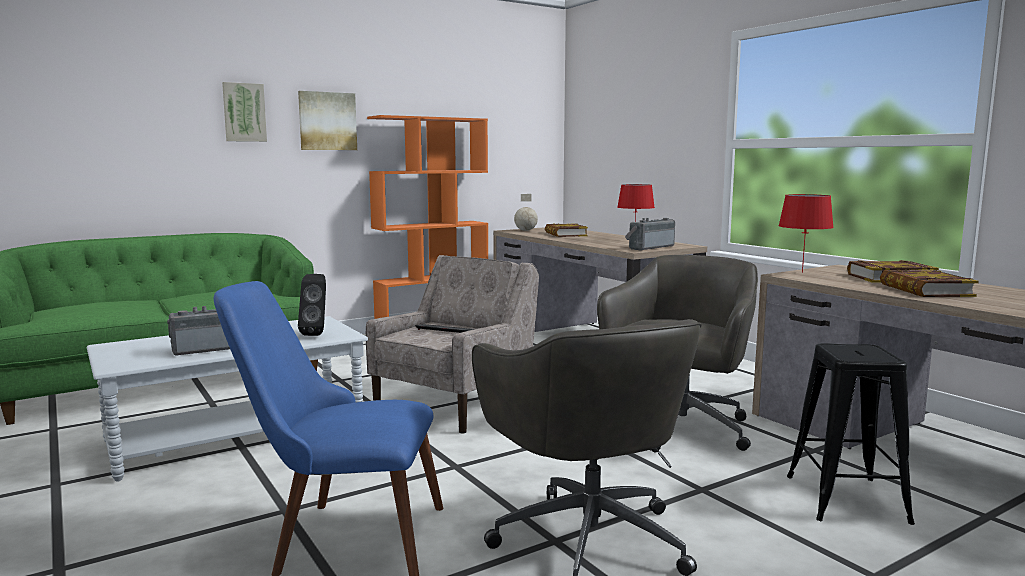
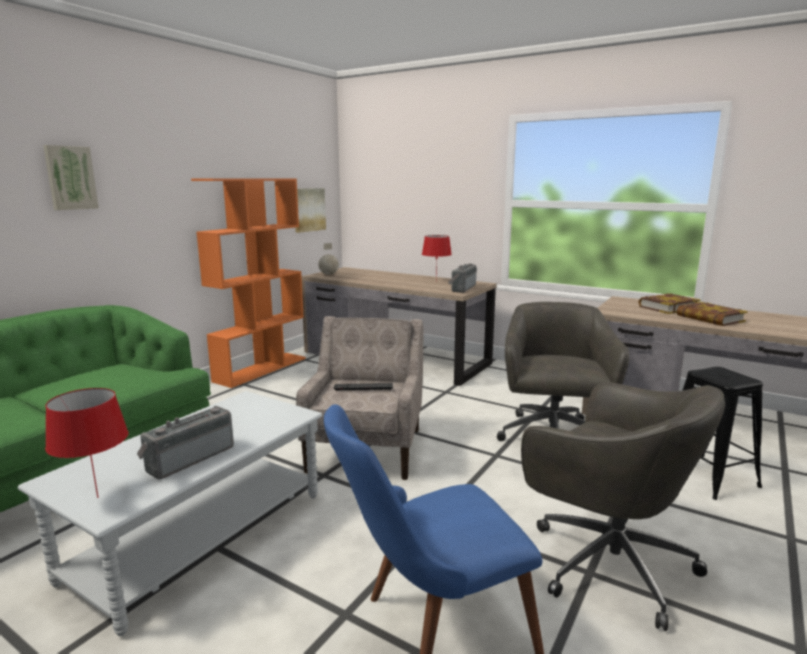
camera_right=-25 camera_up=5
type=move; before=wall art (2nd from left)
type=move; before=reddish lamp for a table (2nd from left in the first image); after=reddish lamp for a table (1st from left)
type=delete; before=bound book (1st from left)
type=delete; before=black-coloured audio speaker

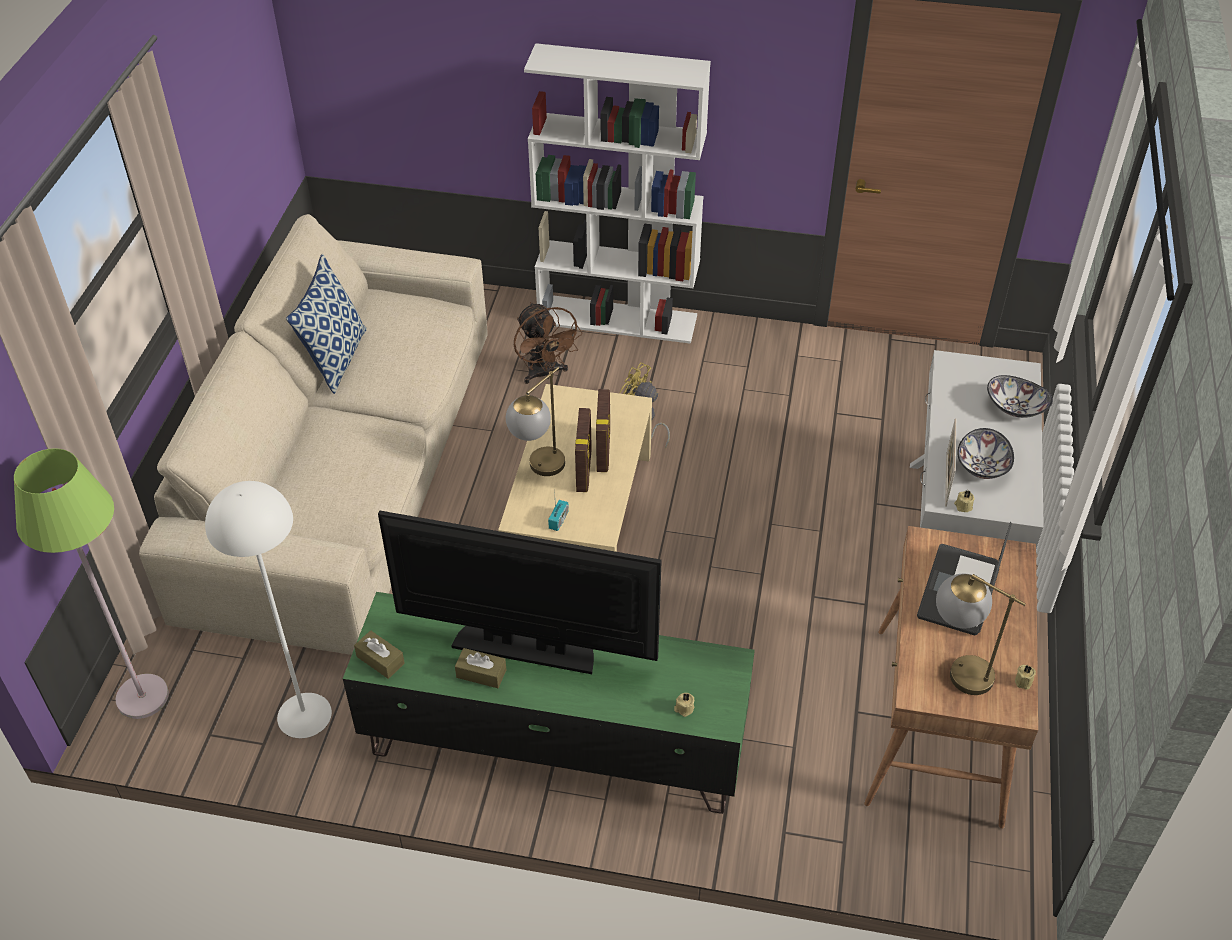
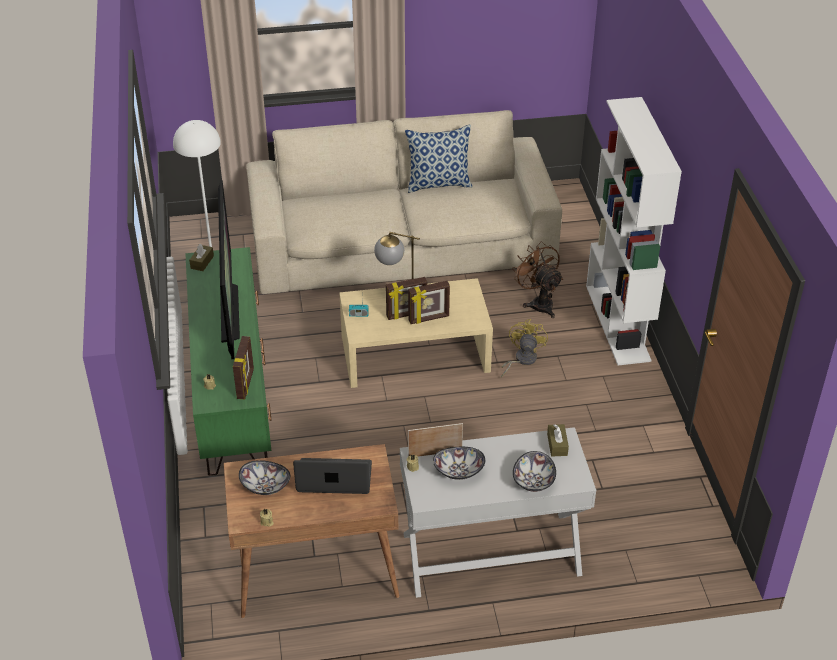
camera_right=70 camera_up=-5
type=rotate; before=brown fan; turn=105
type=delete; before=greenish standing lamp
type=replace; before=lamp for a table (2nd from left); after=bowl (1st from left)
type=move; before=brown box of tissues (2nd from left)
type=insert; after=standing frame (1st from left)

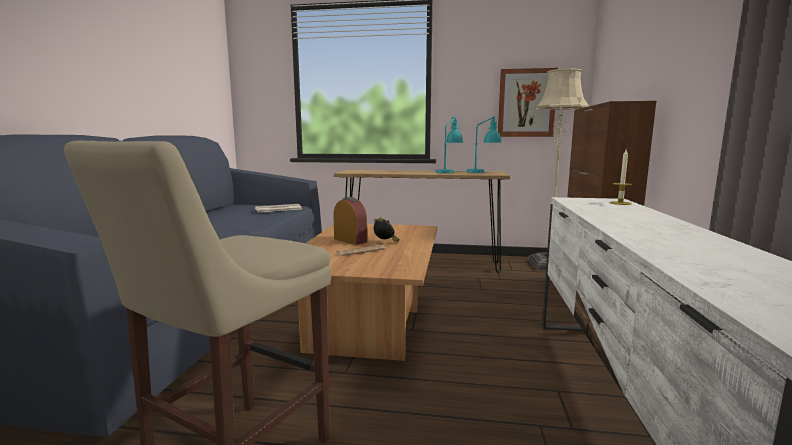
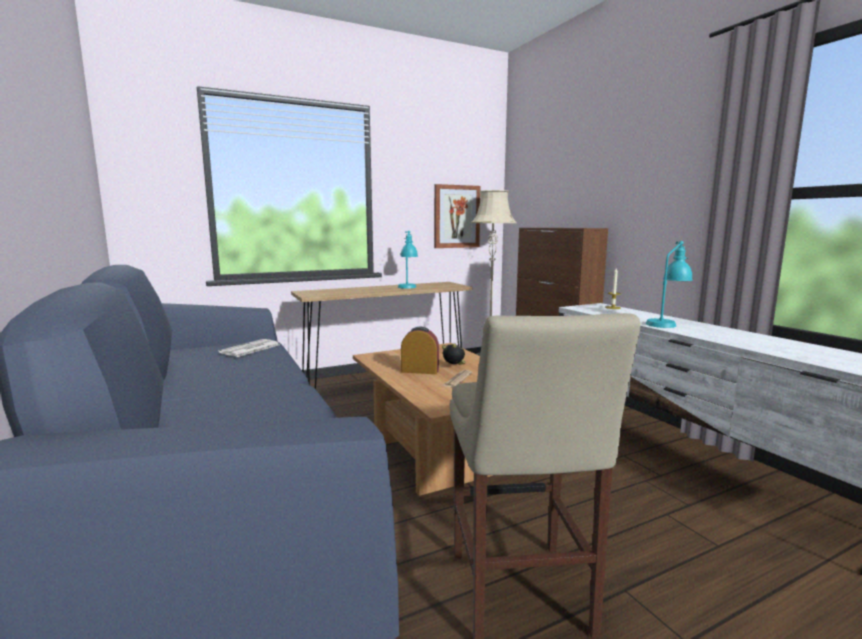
camera_right=-35 camera_up=0
type=move; before=turquoise lamp for a table (2nd from left)

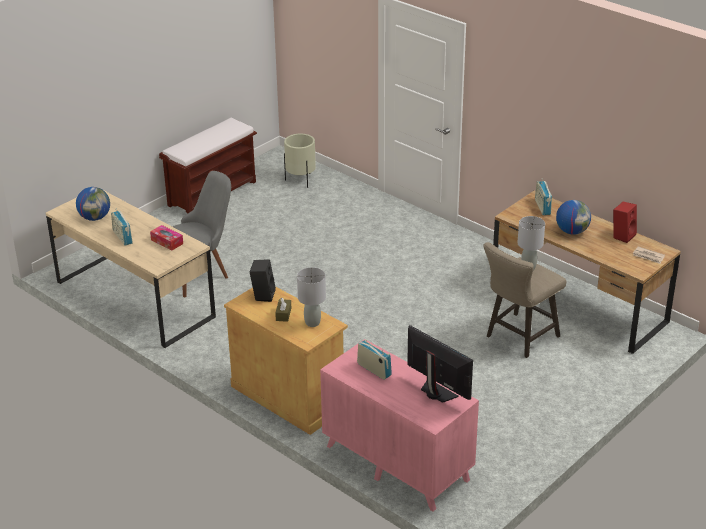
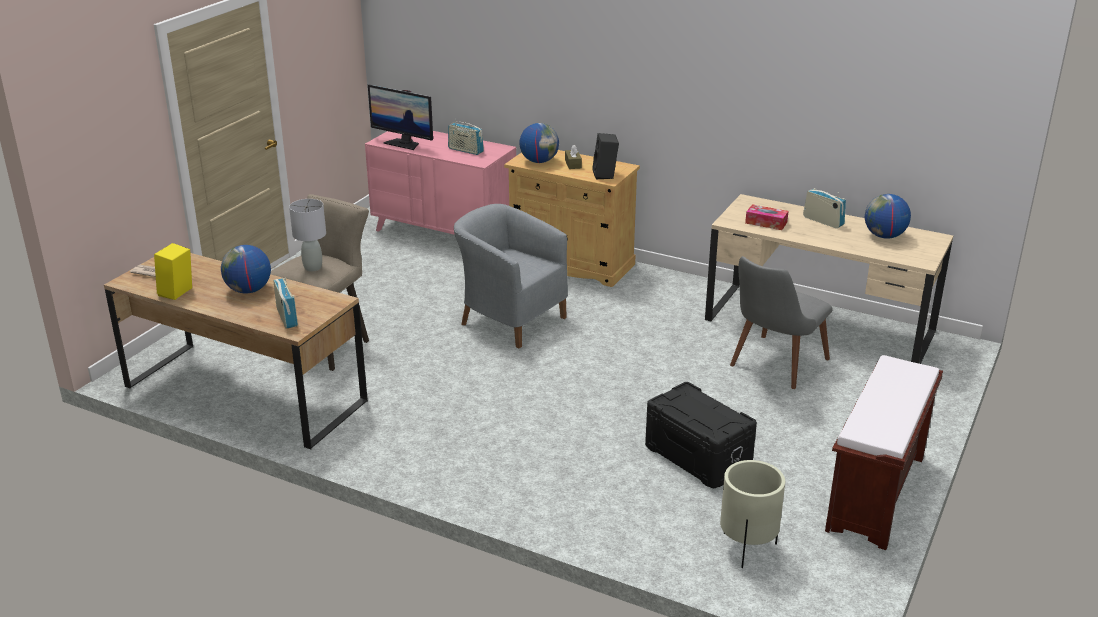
camera_right=165 camera_up=-5
type=recolor; before=reddish audio speaker; after=yellow audio speaker
type=replace; before=grey lamp for a table (1st from left); after=desk globe (2nd from left)
type=insert; after=grey lounge chair
type=insert; after=black-coloured storage container

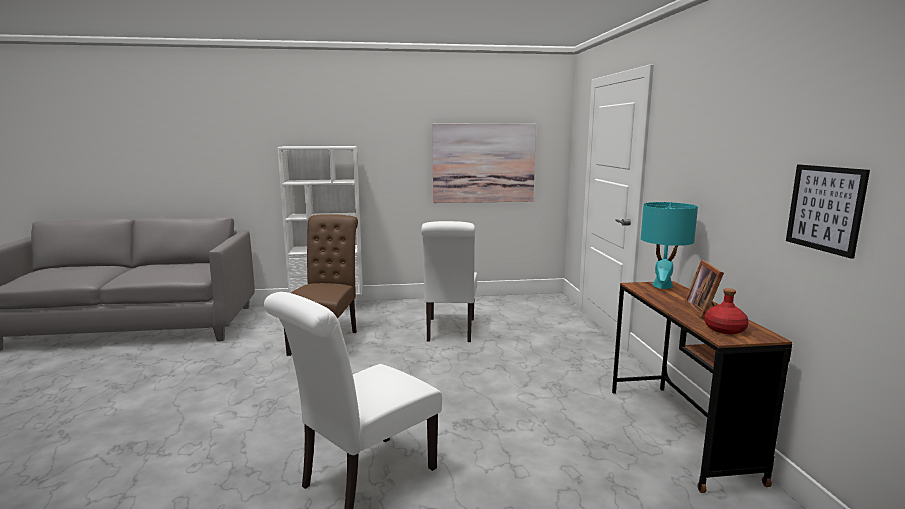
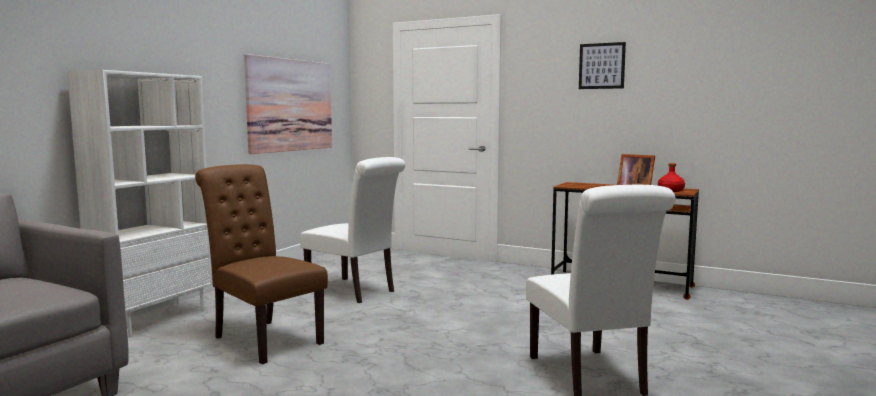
camera_right=-55 camera_up=-5
type=move; before=wall art (2nd from left)
type=delete; before=turquoise lamp for a table

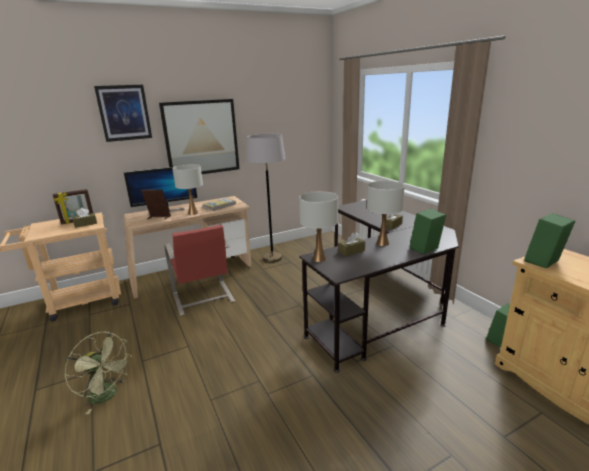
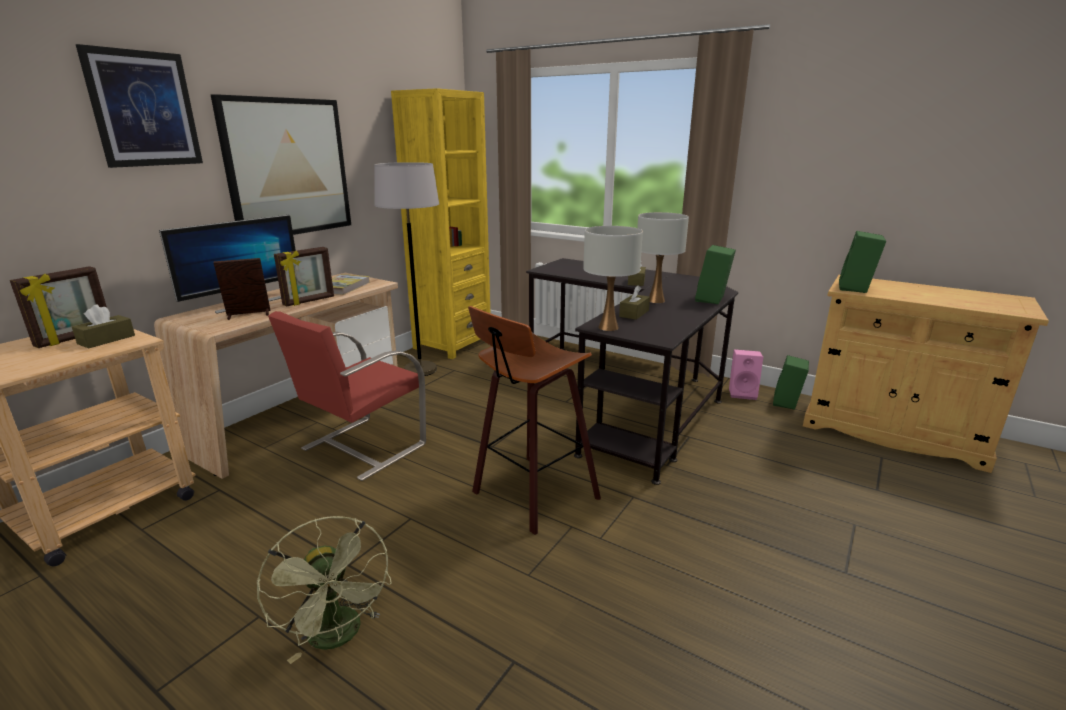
camera_right=-30 camera_up=0
type=replace; before=white-coloured lamp for a table (1st from left); after=standing frame (3rd from left)
type=rotate; before=reddish plain chair; turn=90
type=rotate; before=greenish fan; turn=60
type=insert; after=yellow shelving unit
type=insert; after=stool
type=insert; after=pink-coloured audio speaker

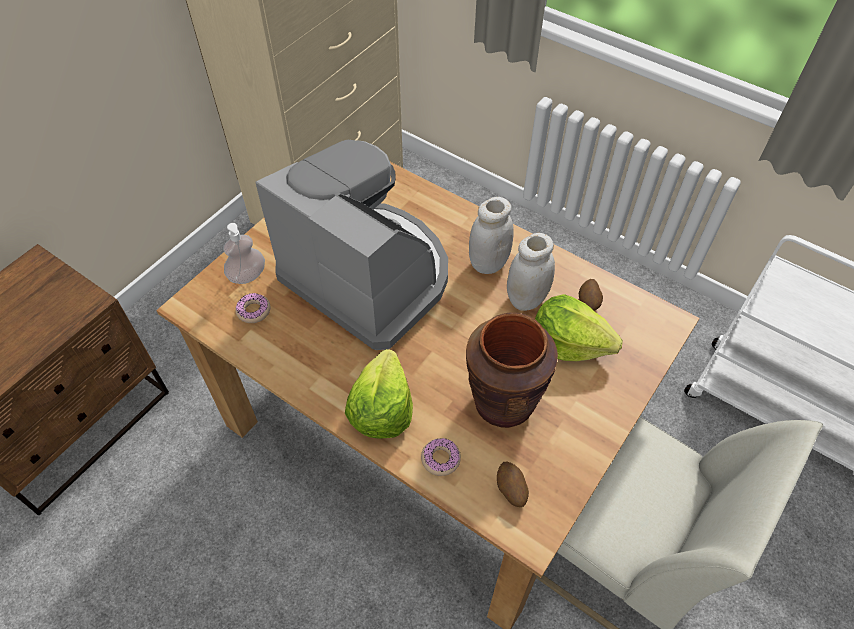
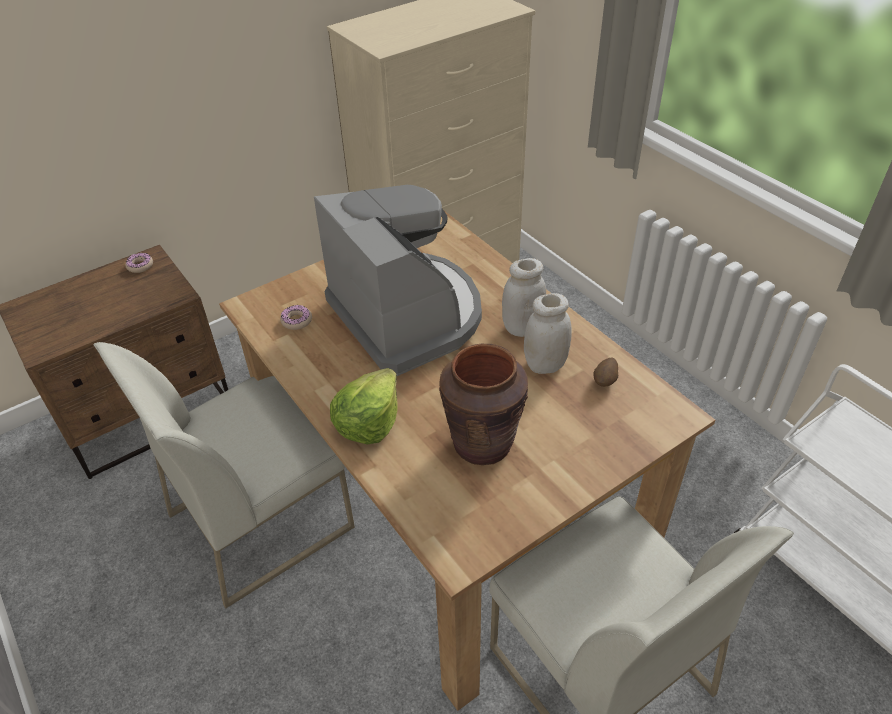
camera_right=20 camera_up=-10
type=delete; before=soap dispenser
type=delete; before=head of lettuce (2nd from left)
type=move; before=ring doughnut (2nd from left in the first image); after=ring doughnut (1st from left)
type=delete; before=potato (1st from left)
type=insert; after=white-coloured plain chair (1st from left)

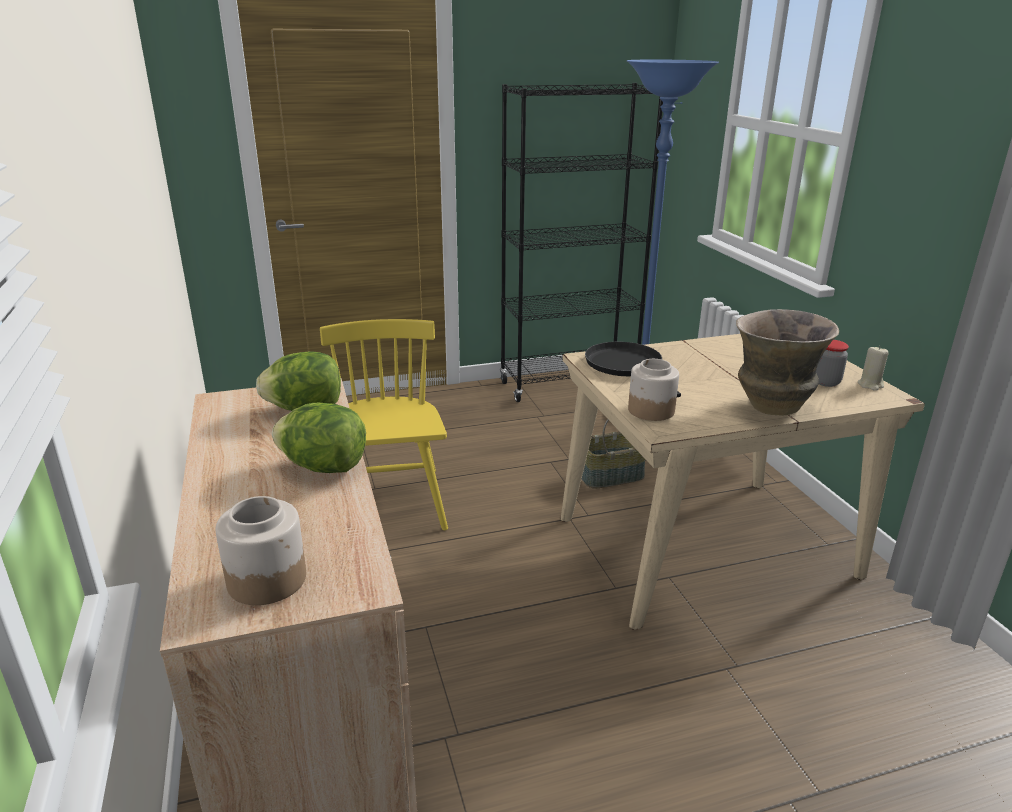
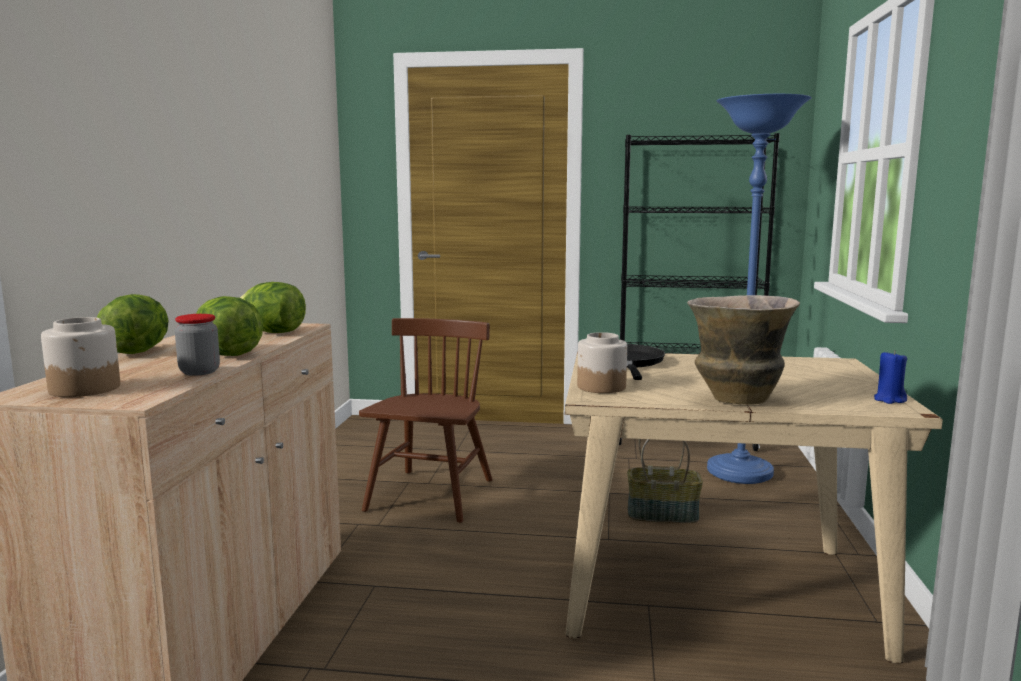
camera_right=25 camera_up=-15
type=recolor; before=yellow plain chair; after=brown plain chair
type=move; before=jar (3rd from left in the first image); after=jar (2nd from left)
type=recolor; before=beige-coloured wax light; after=blue-coloured wax light
type=insert; after=head of lettuce (1st from left)

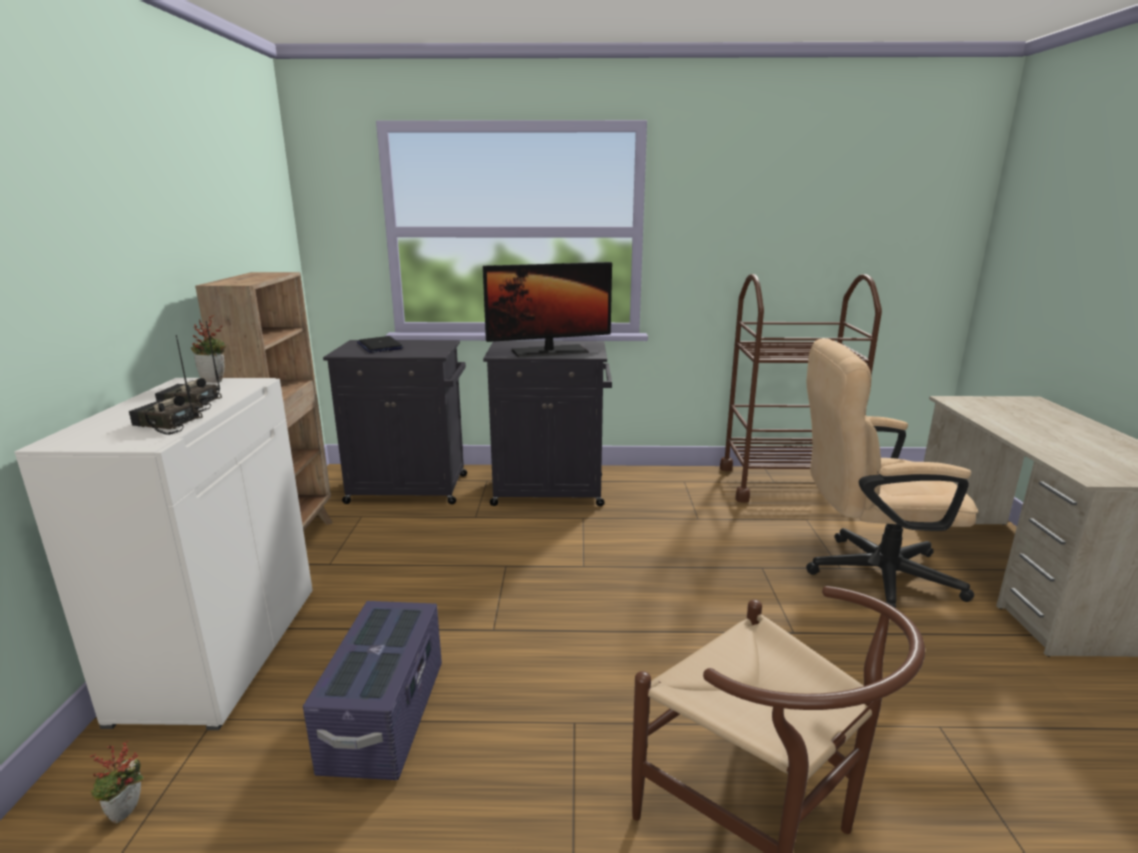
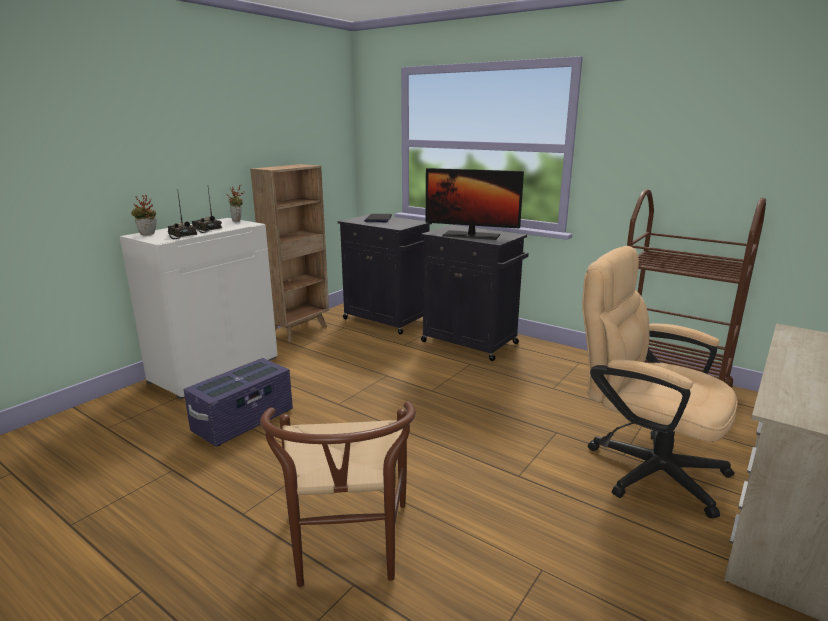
camera_right=35 camera_up=0
type=move; before=plant in a pot (1st from left)

